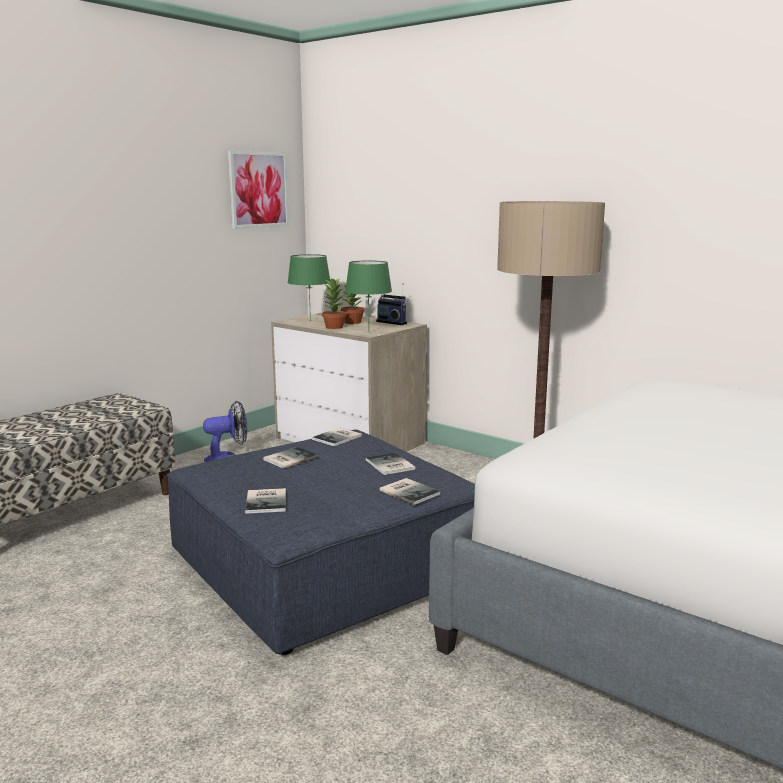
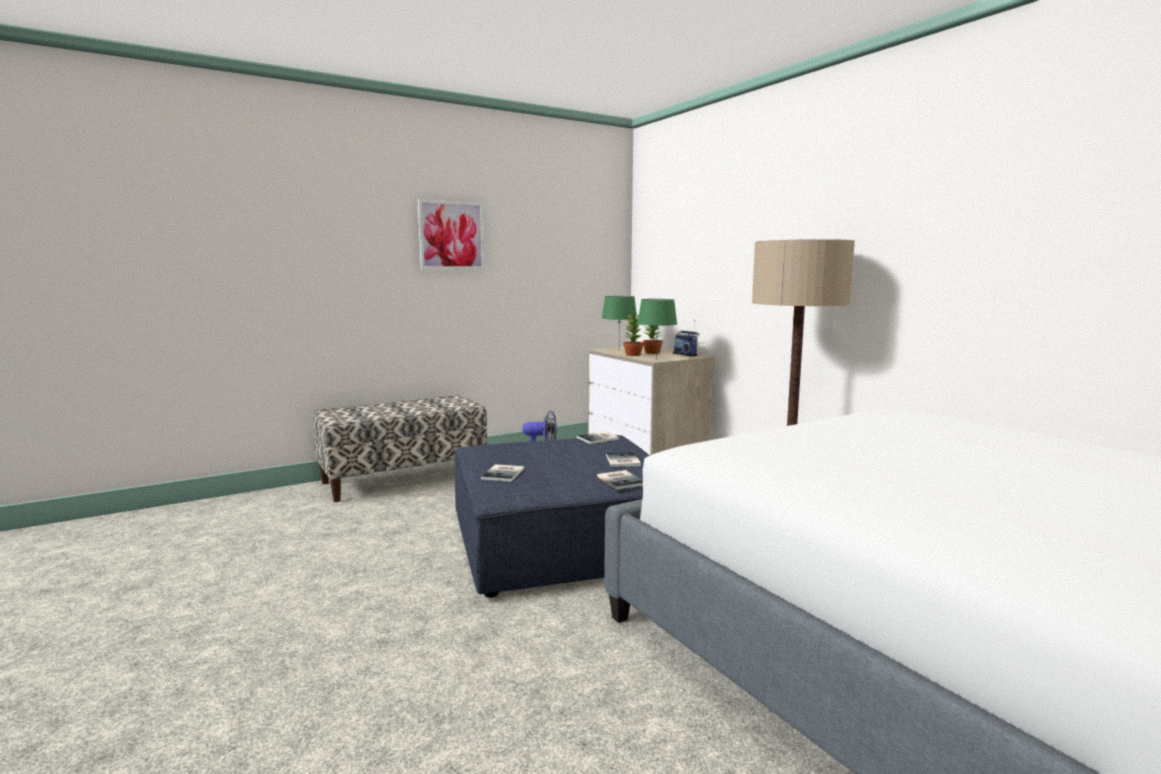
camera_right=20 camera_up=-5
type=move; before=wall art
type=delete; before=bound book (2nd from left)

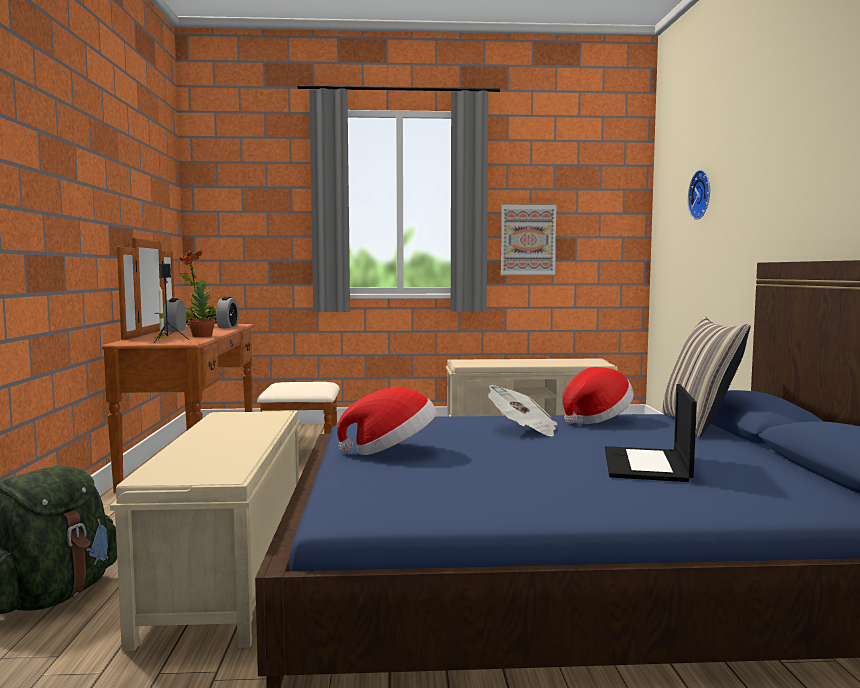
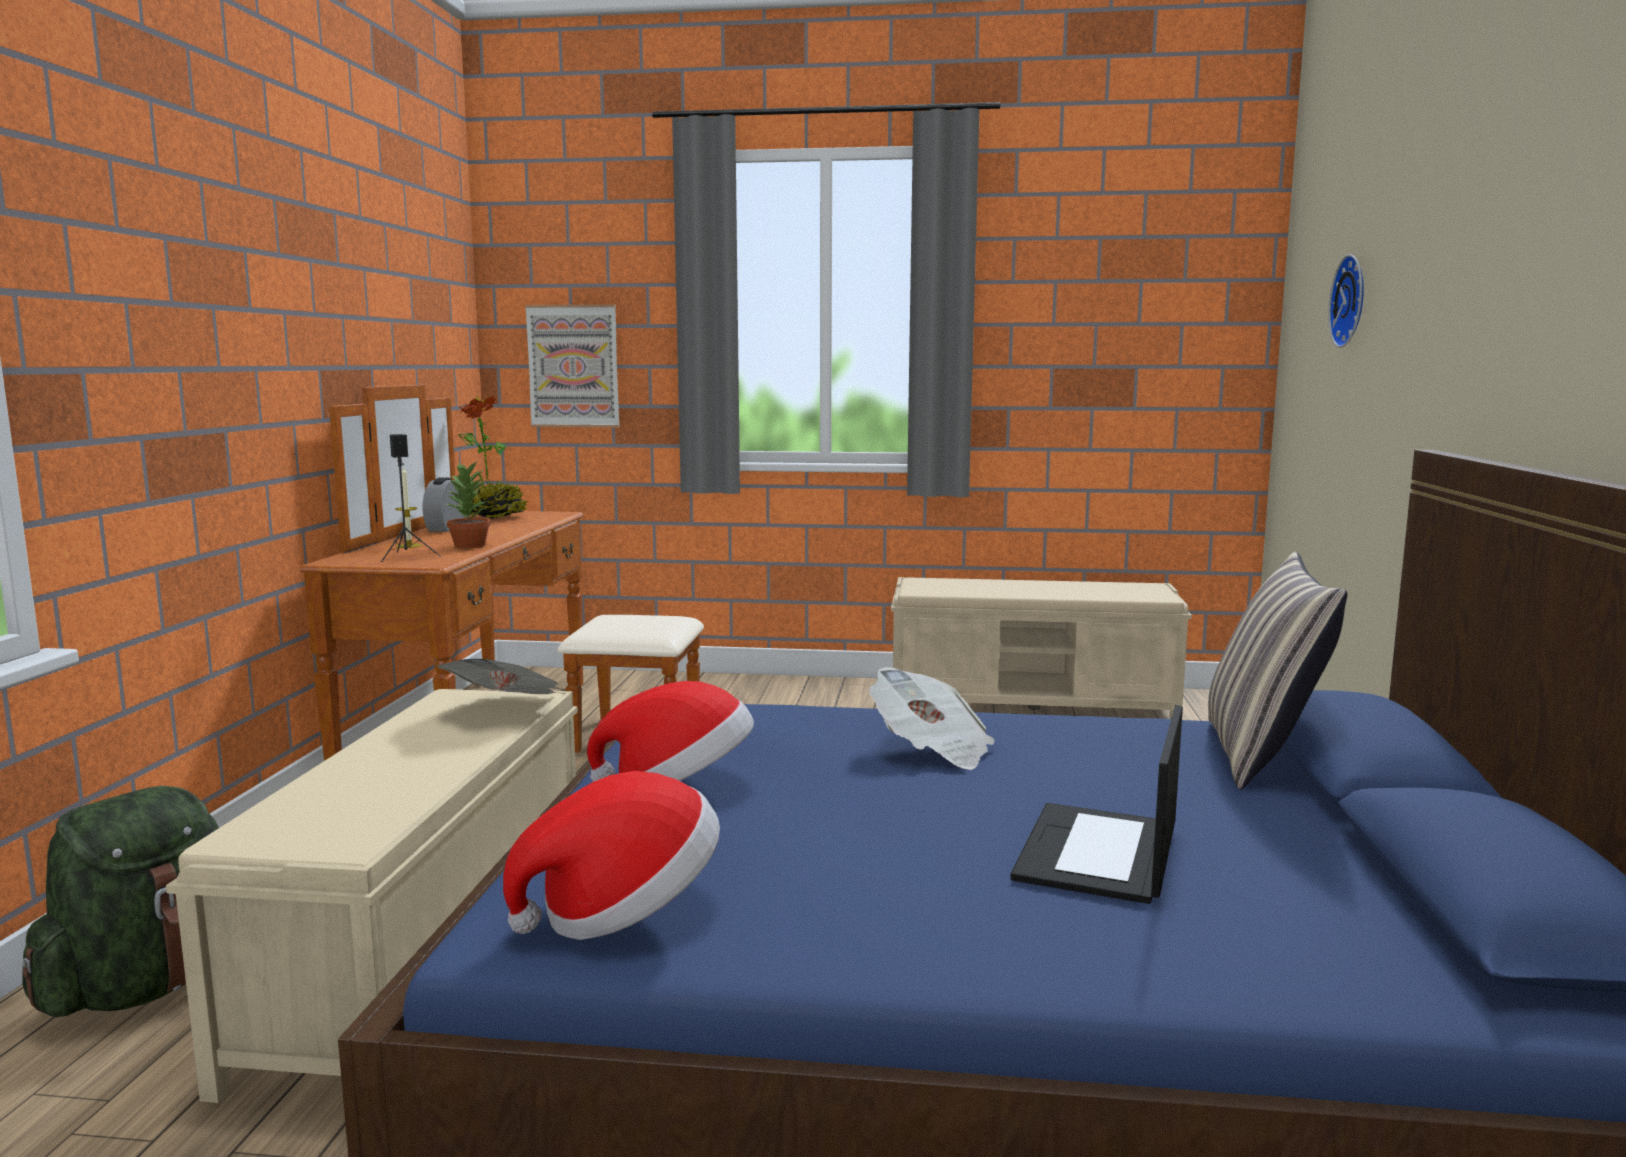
camera_right=10 camera_up=5
type=move; before=wall art
type=delete; before=table clock (2nd from left)
type=move; before=wearable hat (2nd from left in the first image); after=wearable hat (1st from left)
type=insert; after=printed paper (1st from left)

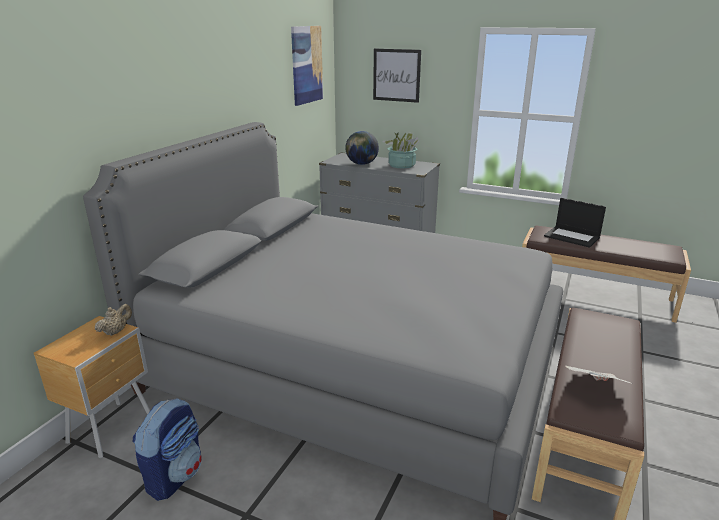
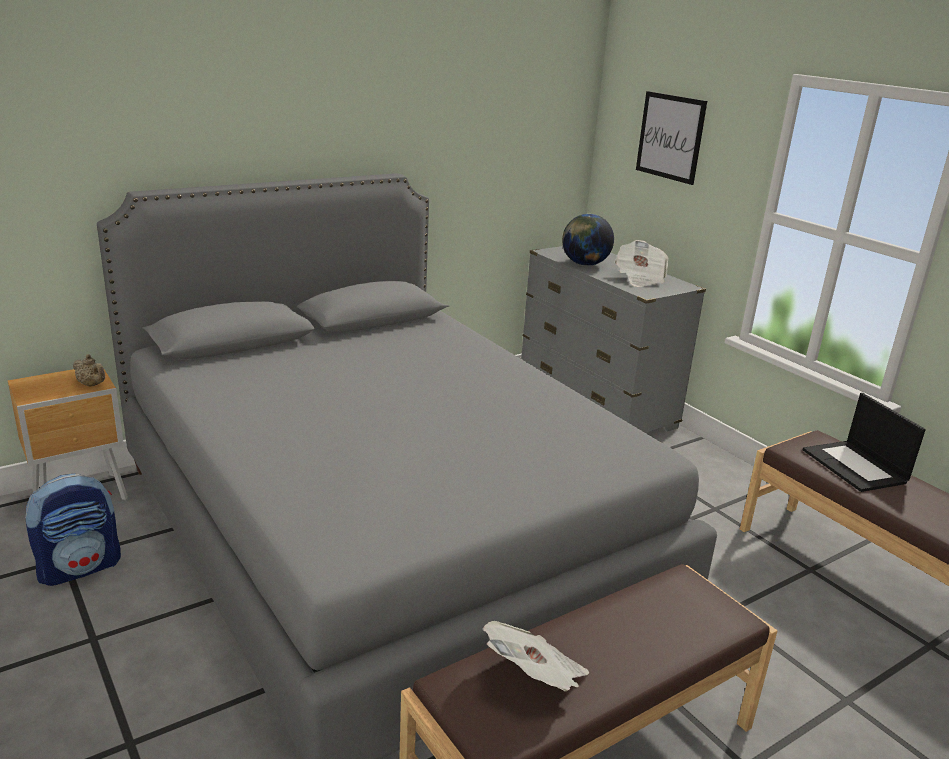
camera_right=30 camera_up=0
type=delete; before=wall art (1st from left)
type=replace; before=plant in a pot; after=printed paper (2nd from left)
type=rotate; before=beige-coloured teapot; turn=60

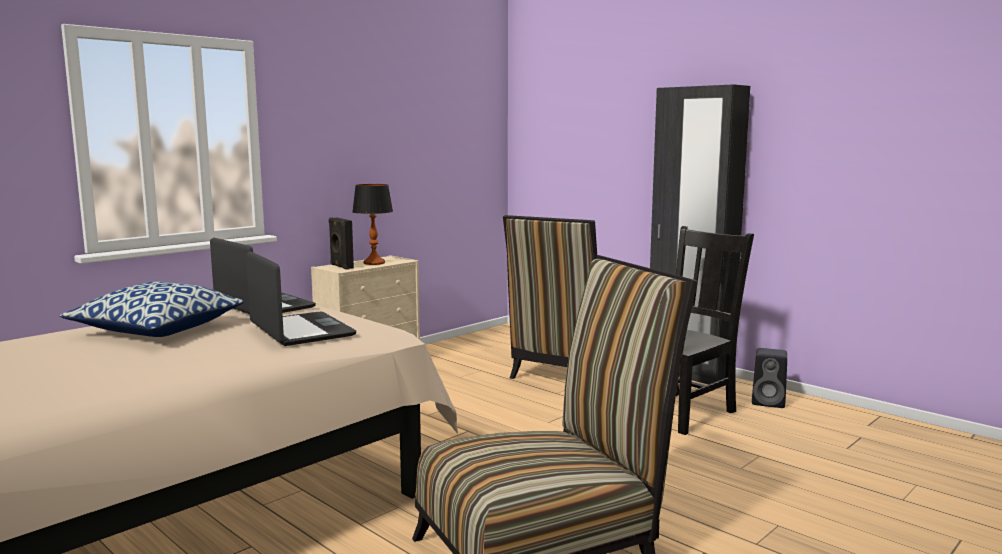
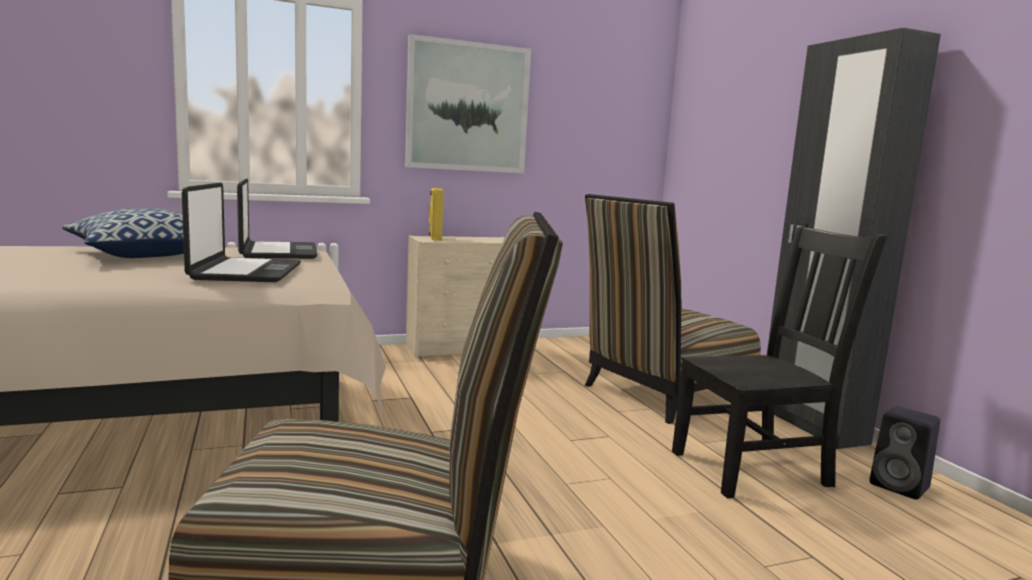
camera_right=25 camera_up=0
type=delete; before=lamp for a table
type=recolor; before=black-coloured audio speaker (1st from left); after=yellow audio speaker
type=insert; after=wall art

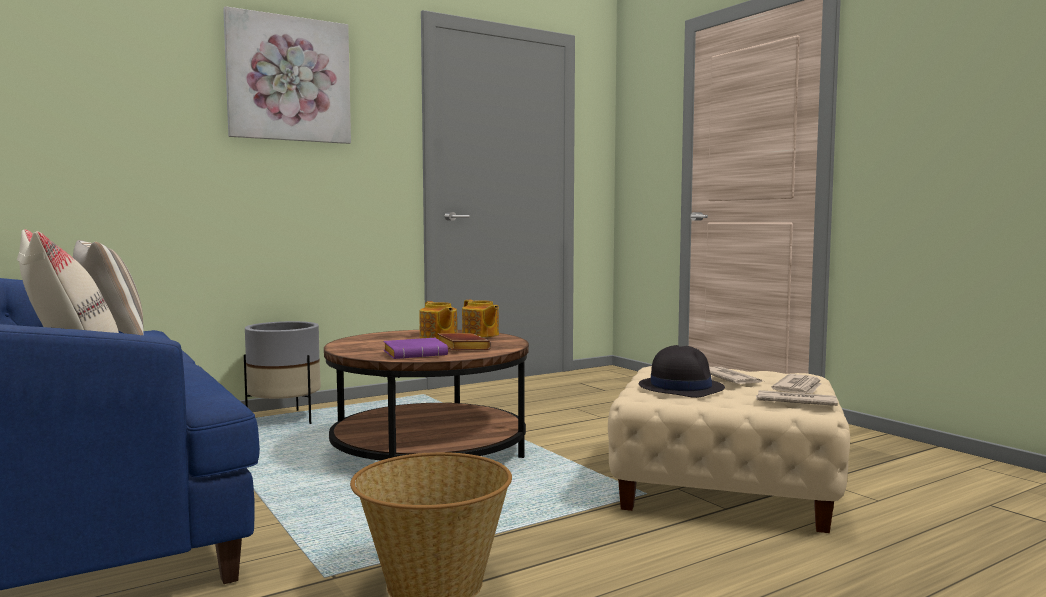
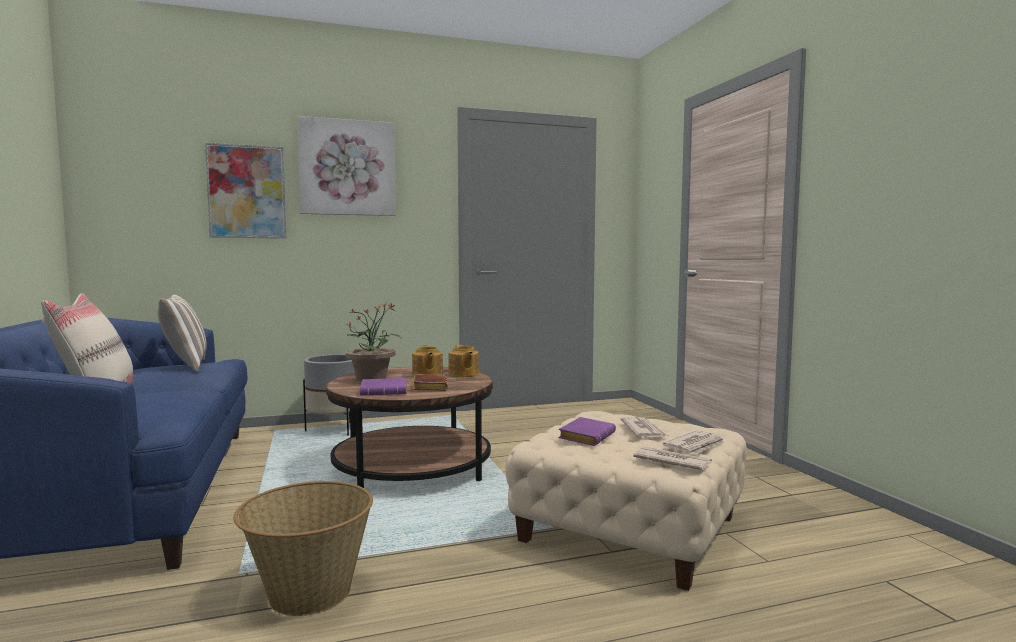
camera_right=15 camera_up=0
type=replace; before=black-coloured wearable hat; after=purple-coloured bound book (2nd from left)
type=insert; after=wall art (1st from left)
type=insert; after=plant in a pot

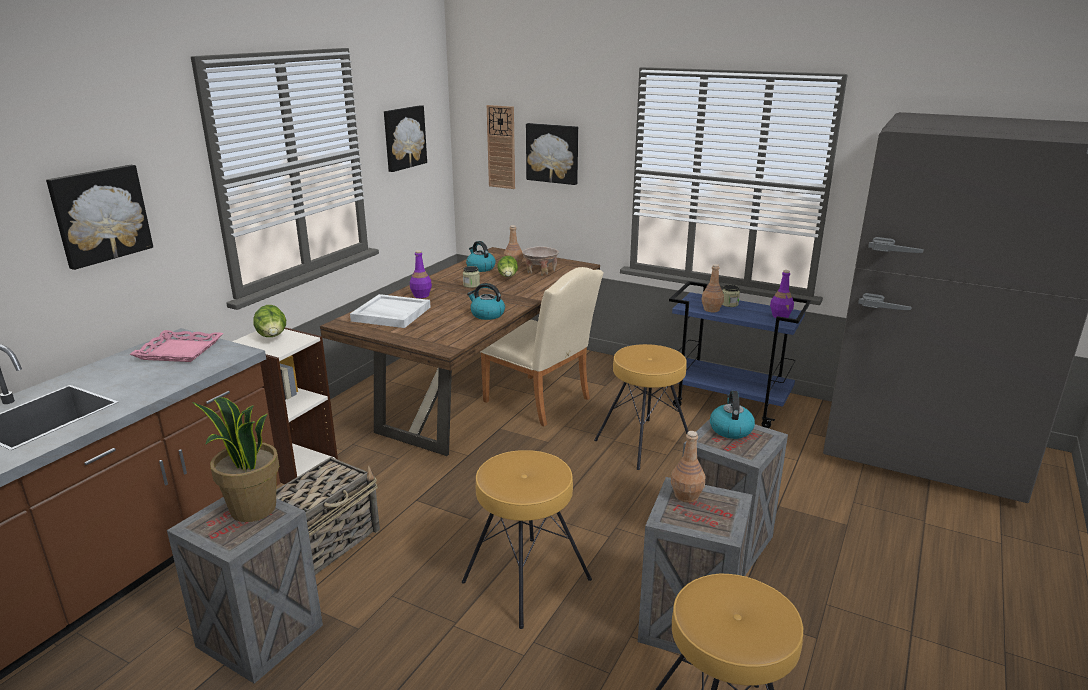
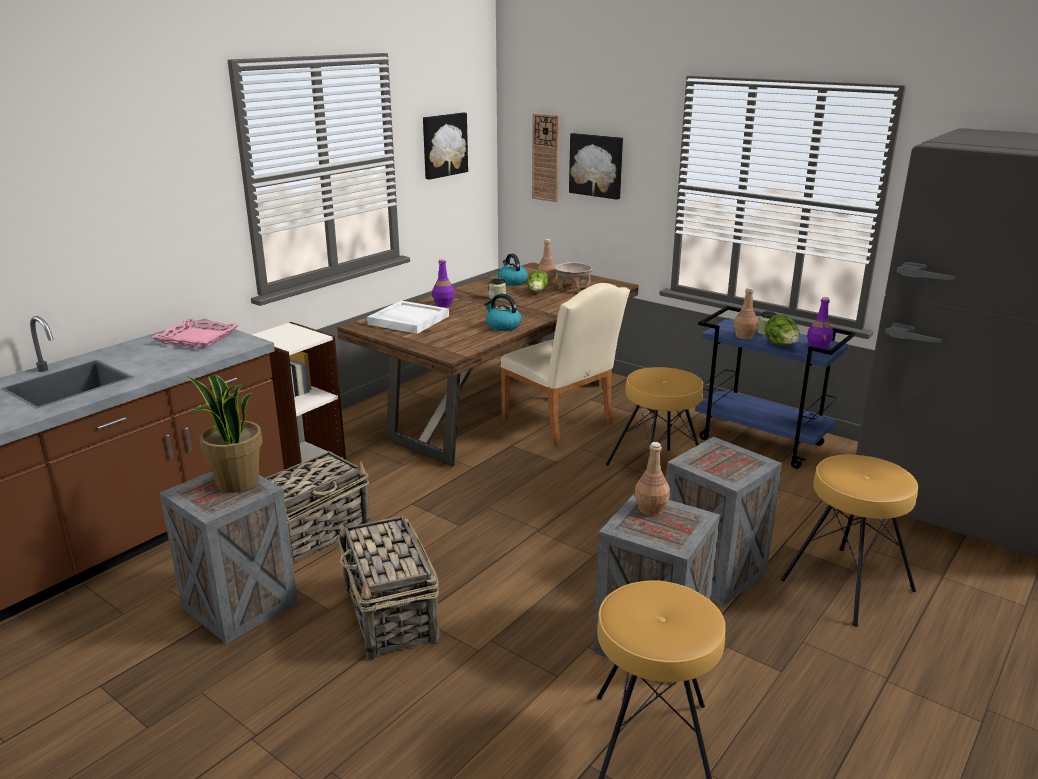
camera_right=10 camera_up=0
type=delete; before=wall art (1st from left)
type=move; before=head of lettuce (1st from left in the first image); after=head of lettuce (2nd from left)
type=delete; before=kettle (3rd from left)
type=move; before=brown stool (1st from left in the first image); after=brown stool (3rd from left)
type=insert; after=basket (2nd from left)

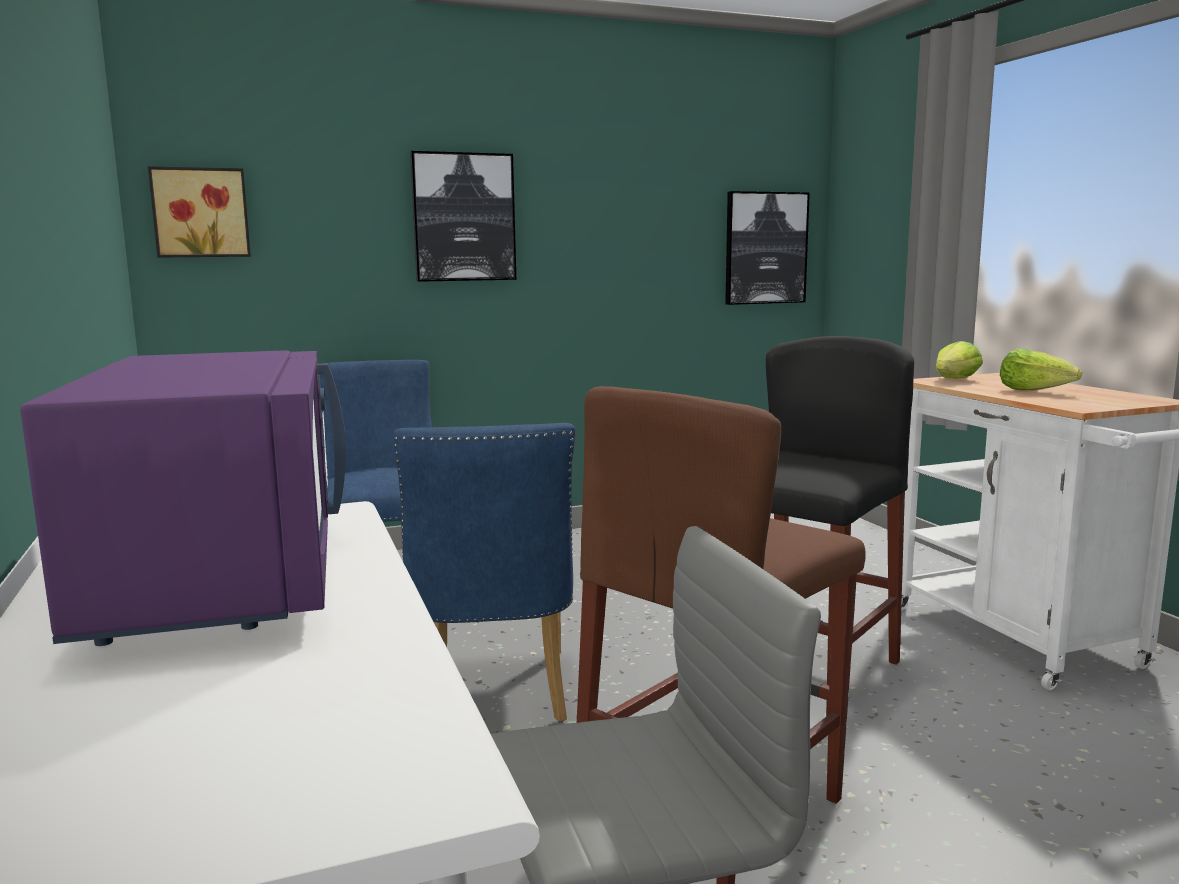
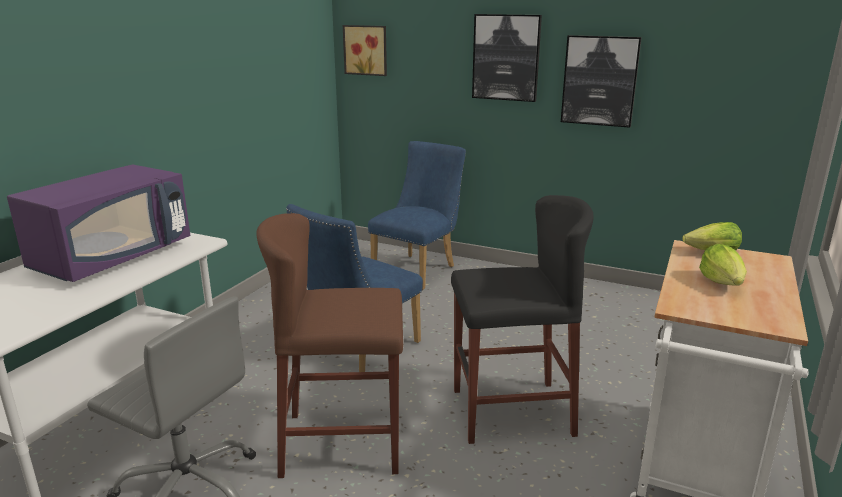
camera_right=45 camera_up=10
type=move; before=wall art (3rd from left)

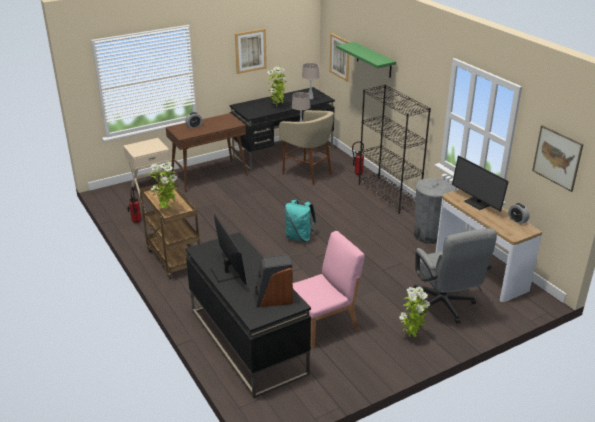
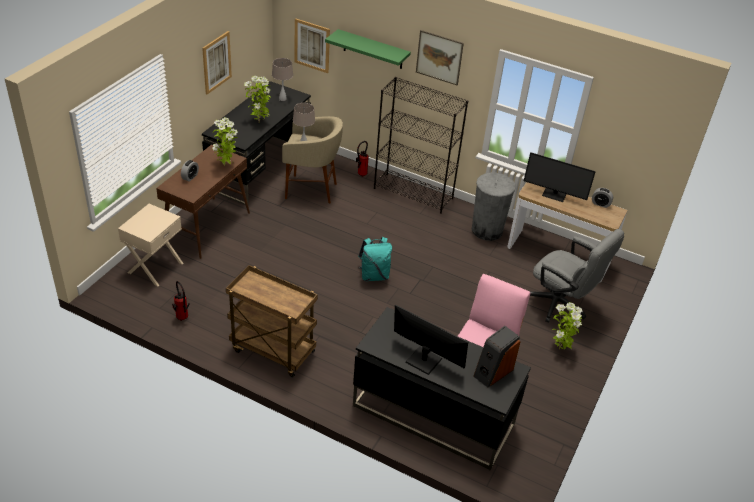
camera_right=-35 camera_up=10
type=move; before=wall art (3rd from left)
type=move; before=plant in a pot (1st from left)

